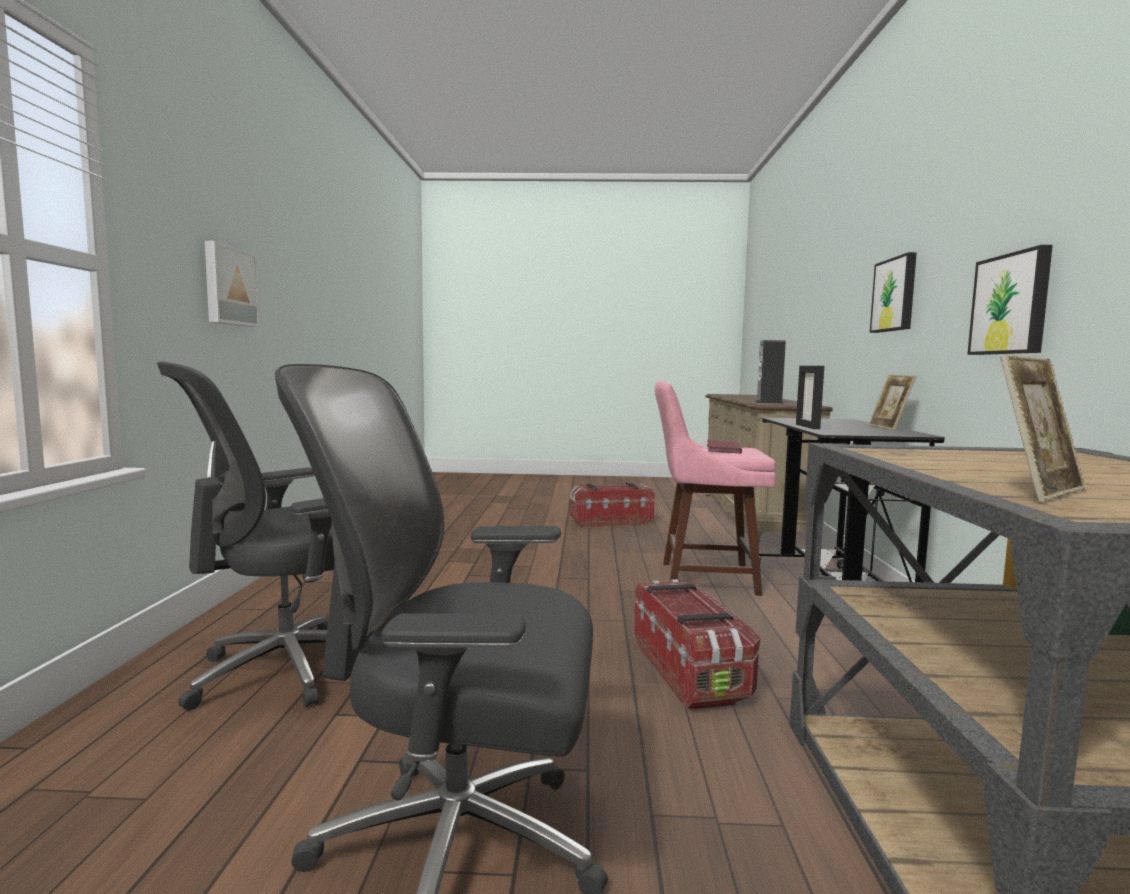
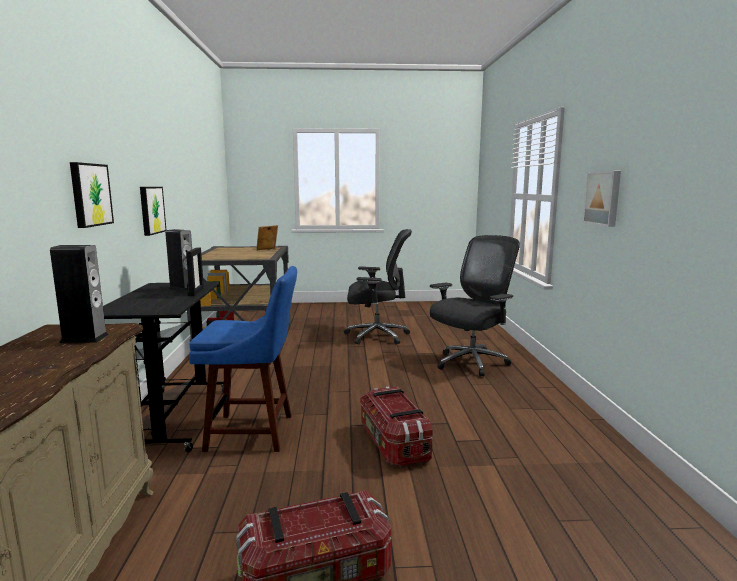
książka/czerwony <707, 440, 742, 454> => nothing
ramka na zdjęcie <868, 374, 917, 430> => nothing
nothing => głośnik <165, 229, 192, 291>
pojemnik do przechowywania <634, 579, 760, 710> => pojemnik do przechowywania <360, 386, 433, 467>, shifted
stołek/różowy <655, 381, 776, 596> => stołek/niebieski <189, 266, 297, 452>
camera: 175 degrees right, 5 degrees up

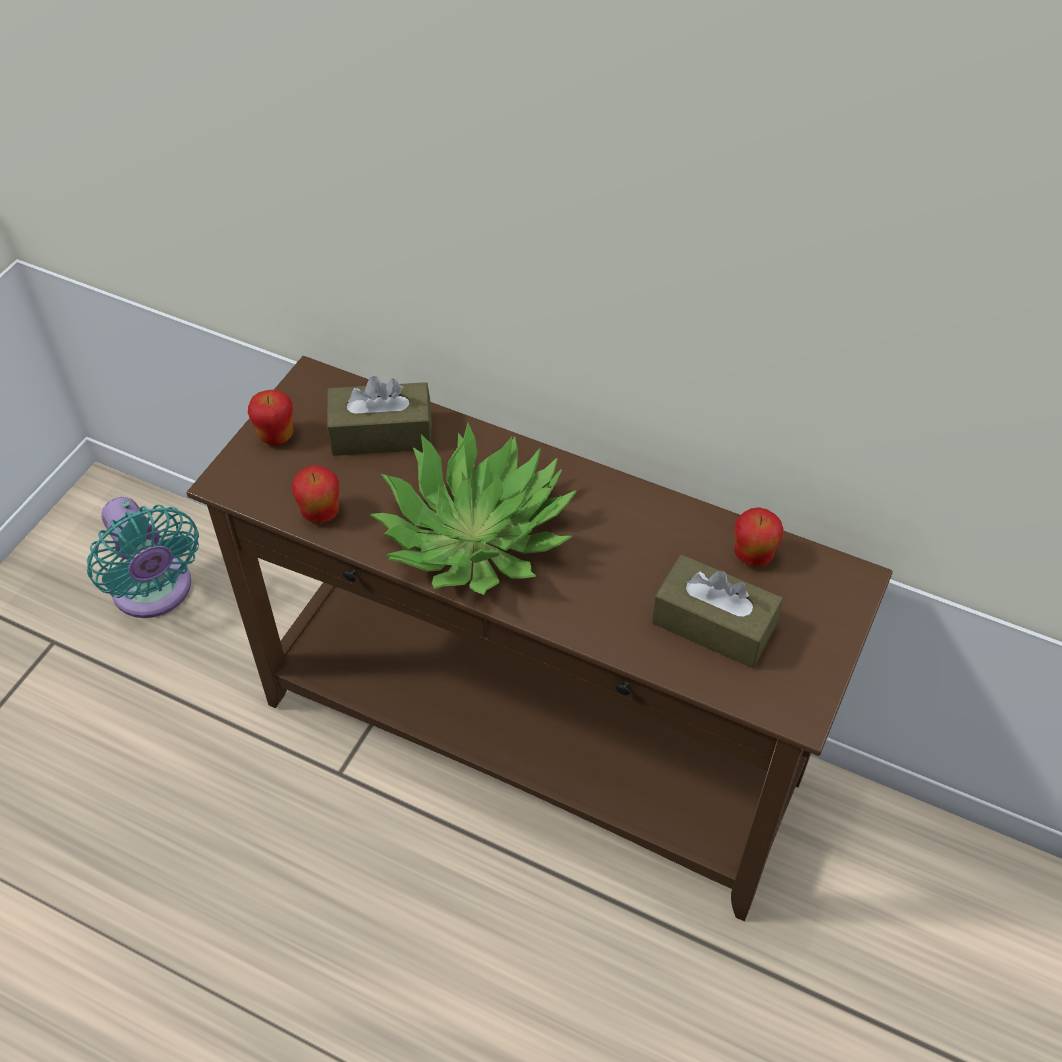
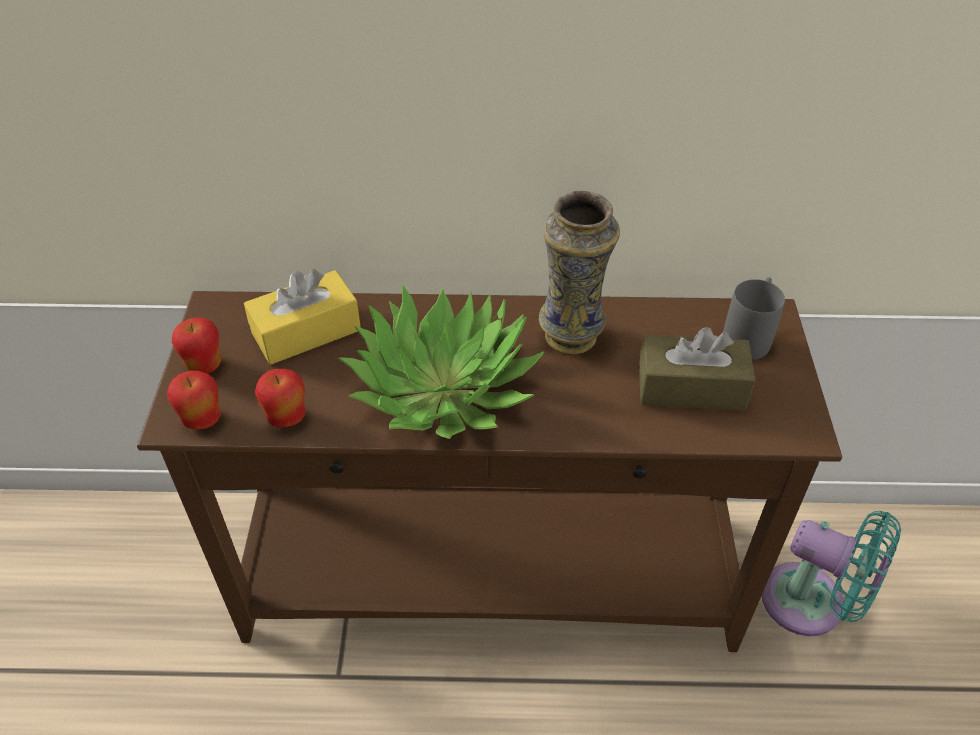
nothing => wazon <539, 191, 620, 354>
nothing => kubek/szary <723, 277, 785, 360>
wentylator/turkusowy <87, 497, 199, 618> => wentylator/turkusowy <762, 511, 901, 636>, shifted
jabłko <734, 507, 783, 567> => jabłko <167, 370, 221, 430>, shifted
pudełko chusteczek/brązowy <327, 376, 432, 456> => pudełko chusteczek/żółty <244, 269, 361, 365>
camera: 25 degrees left, 5 degrees down

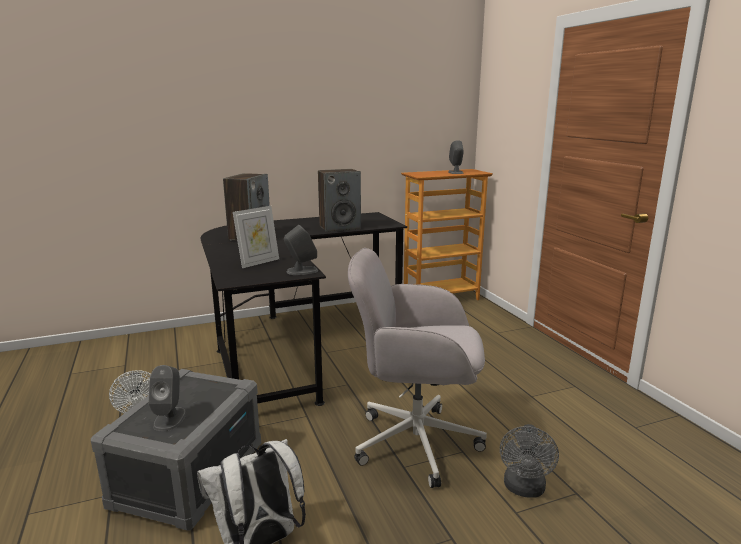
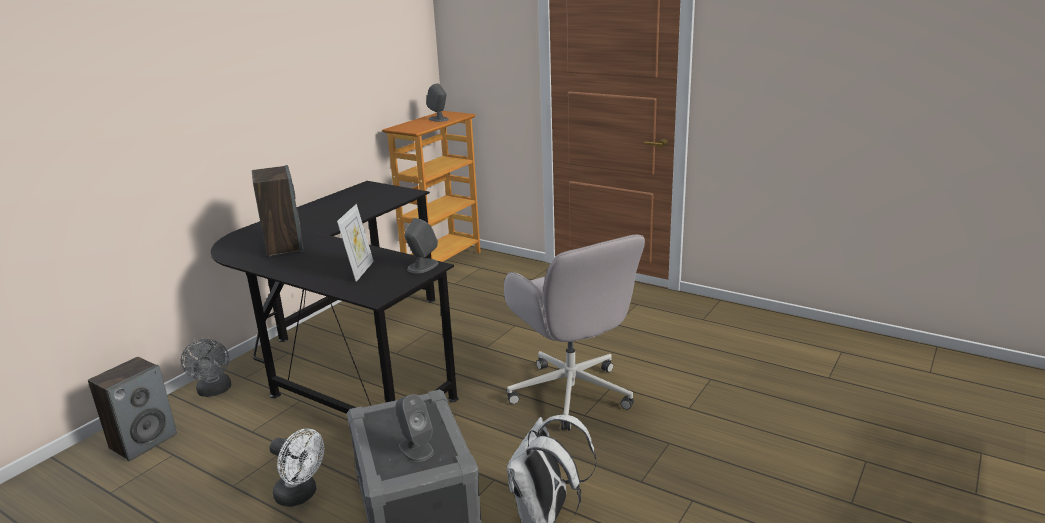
głośnik <318, 169, 361, 232> => głośnik <88, 357, 177, 461>, shifted
wentylator/szary <500, 424, 559, 498> => wentylator/szary <181, 339, 231, 397>, shifted
krzesło biurowe/szary <348, 248, 487, 488> => krzesło biurowe/szary <504, 235, 645, 431>, 90 degrees counterclockwise
camera: 35 degrees left, 5 degrees up

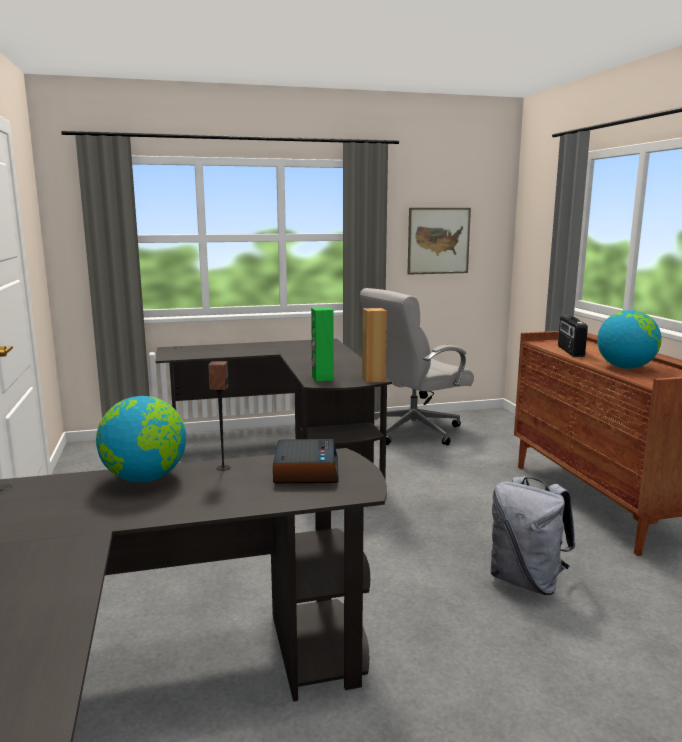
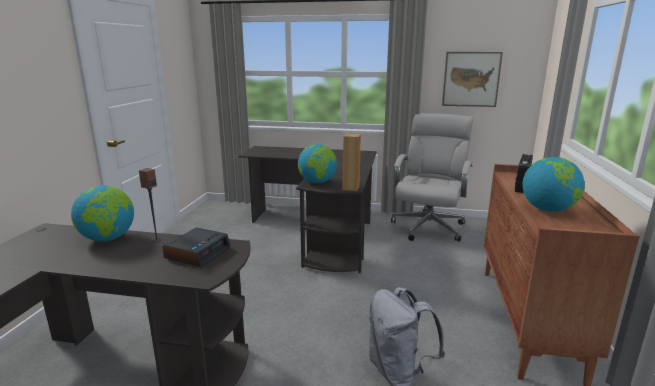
głośnik/zielony <311, 307, 334, 382> => globus <298, 144, 337, 183>
krzesło biurowe/szary <360, 288, 474, 446> => krzesło biurowe/szary <391, 113, 473, 242>, 120 degrees clockwise
camera: 25 degrees right, 5 degrees up

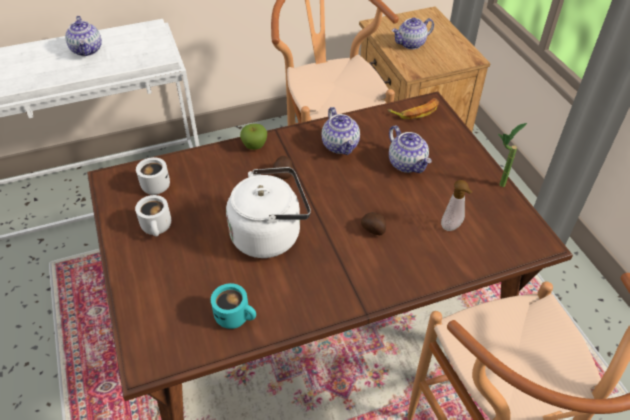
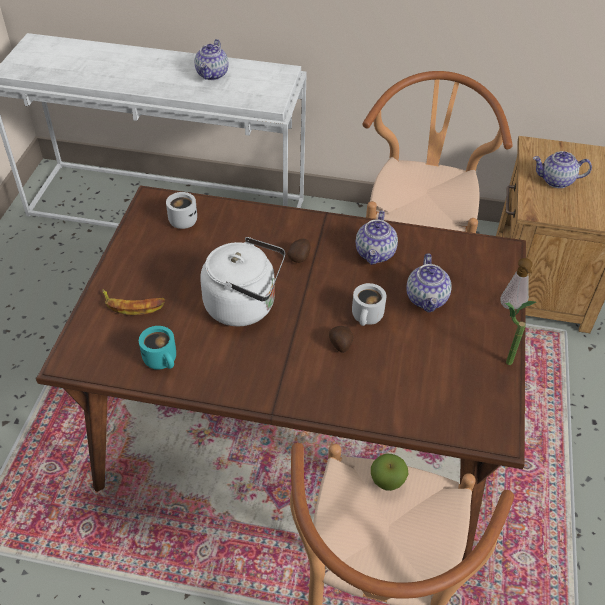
kubek/biały <135, 195, 171, 237> => kubek/biały <352, 283, 387, 326>, shifted
jabłko <240, 124, 267, 150> => jabłko <371, 454, 409, 491>, shifted
banan <388, 98, 440, 120> => banan <102, 289, 165, 315>, shifted
dozownik mydła <441, 180, 473, 231> => dozownik mydła <500, 258, 533, 309>, shifted
camera: 30 degrees right, 0 degrees up

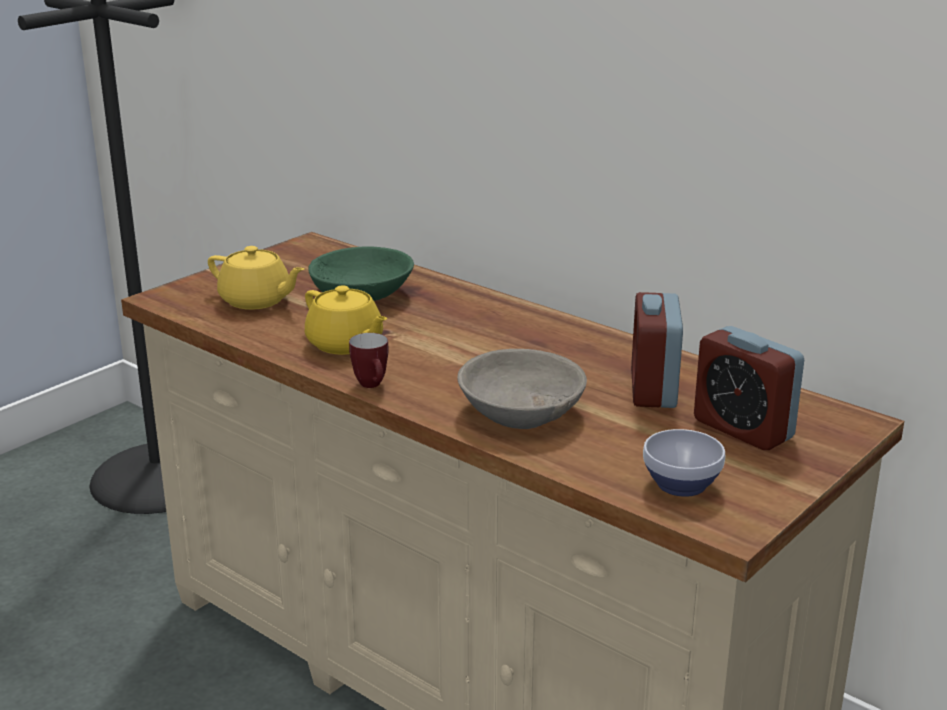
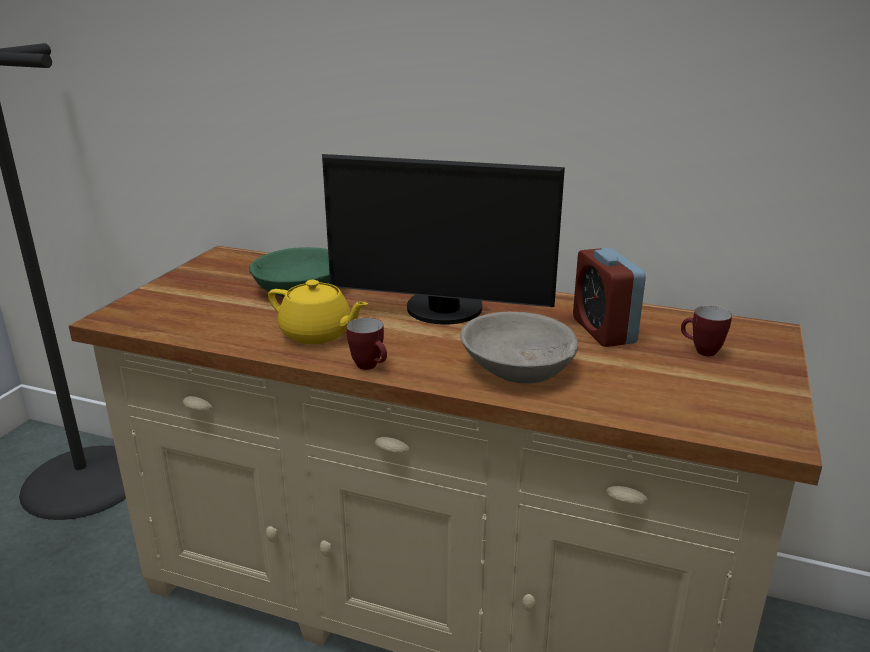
imbryk/żółty <208, 246, 304, 310> => nothing
miska <643, 429, 725, 497> => nothing
nothing => monitor <322, 154, 565, 325>
budzik <694, 326, 804, 450> => kubek <681, 306, 732, 356>
camera: 20 degrees left, 0 degrees up

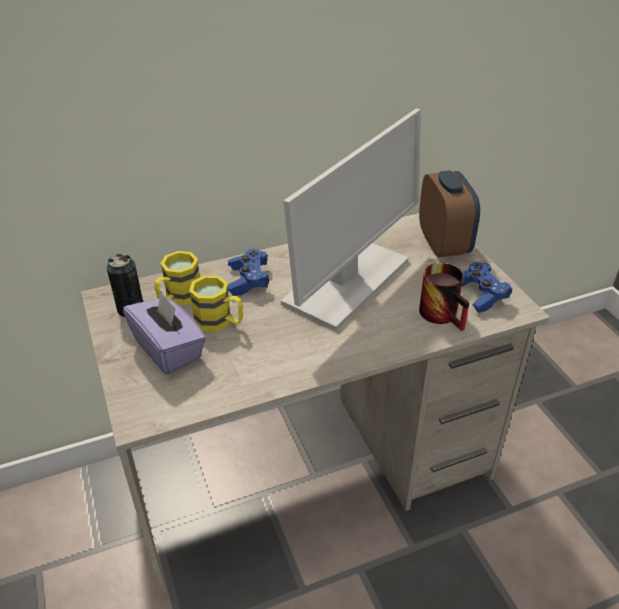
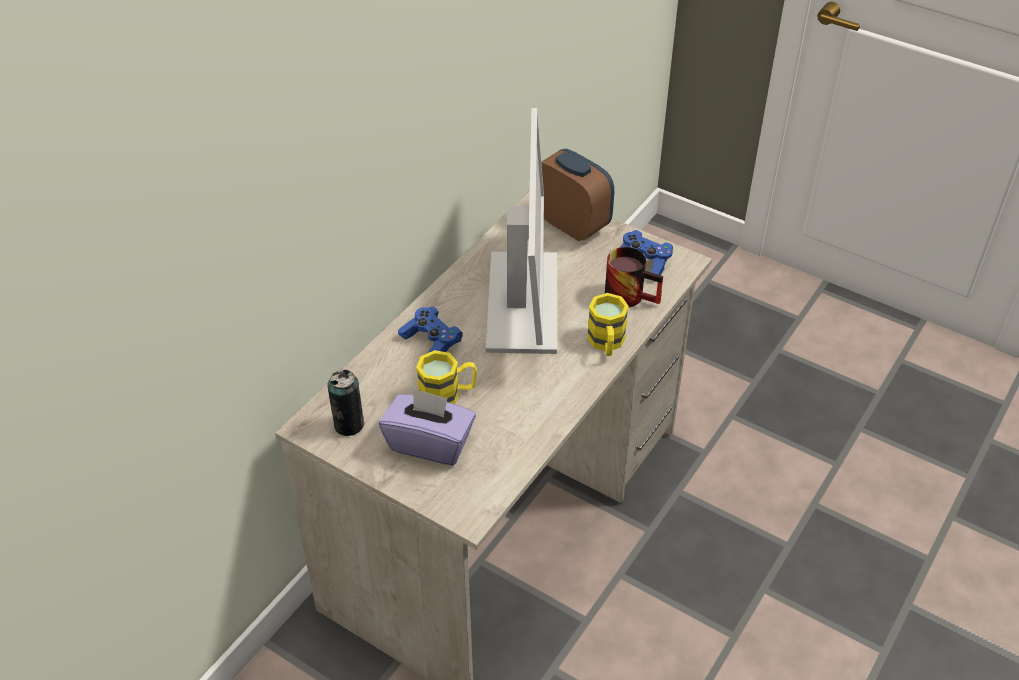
kubek/żółty <154, 251, 200, 305> => kubek/żółty <587, 293, 629, 356>, shifted
camera: 35 degrees left, 5 degrees up

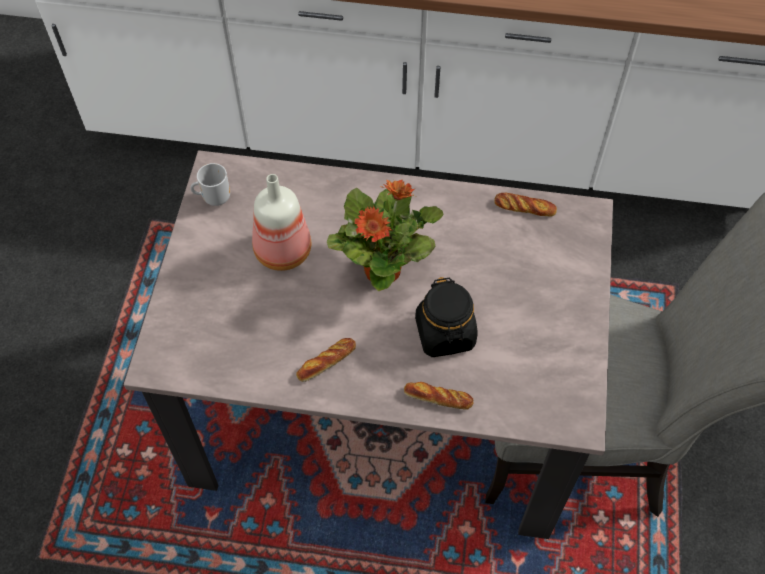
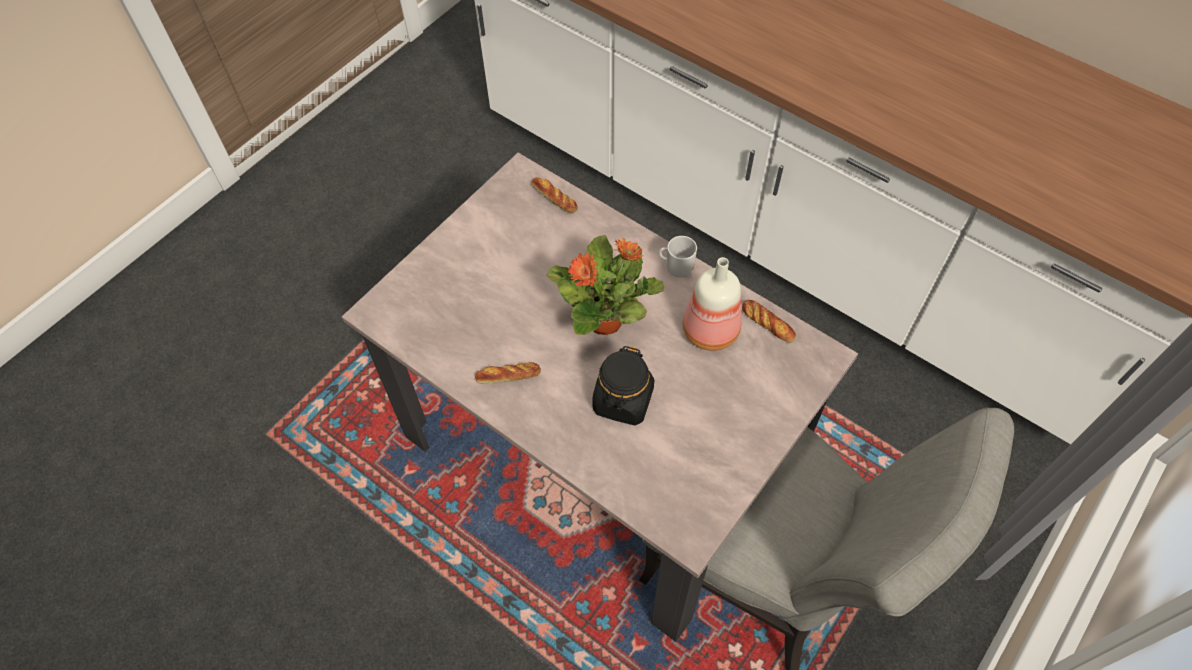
kubek <190, 163, 230, 206> => kubek <659, 236, 697, 278>, shifted
butelka <252, 174, 311, 271> => butelka <683, 257, 742, 351>, shifted
chleb <404, 382, 474, 410> => chleb <531, 177, 578, 213>, shifted
camera: 30 degrees right, 0 degrees up

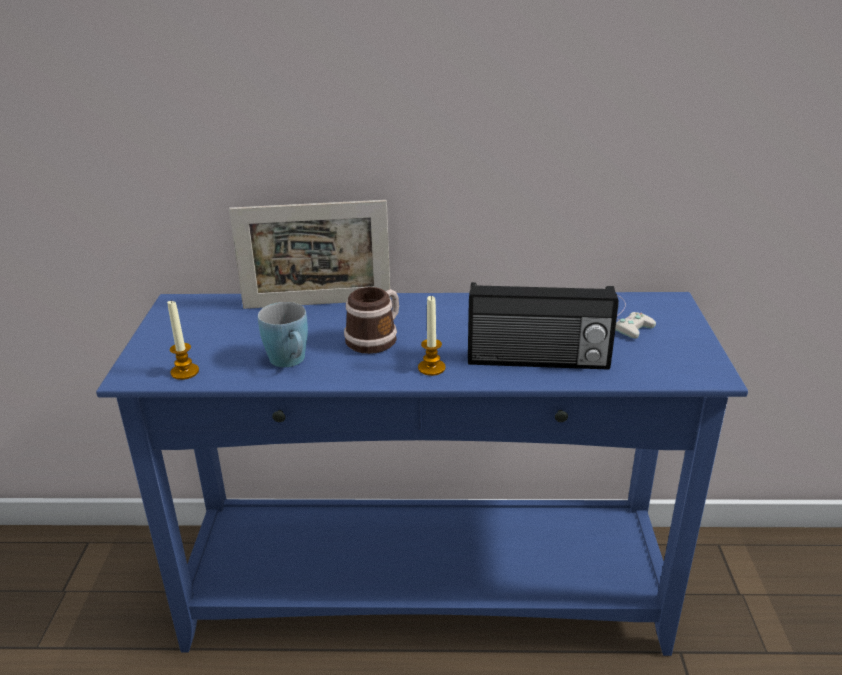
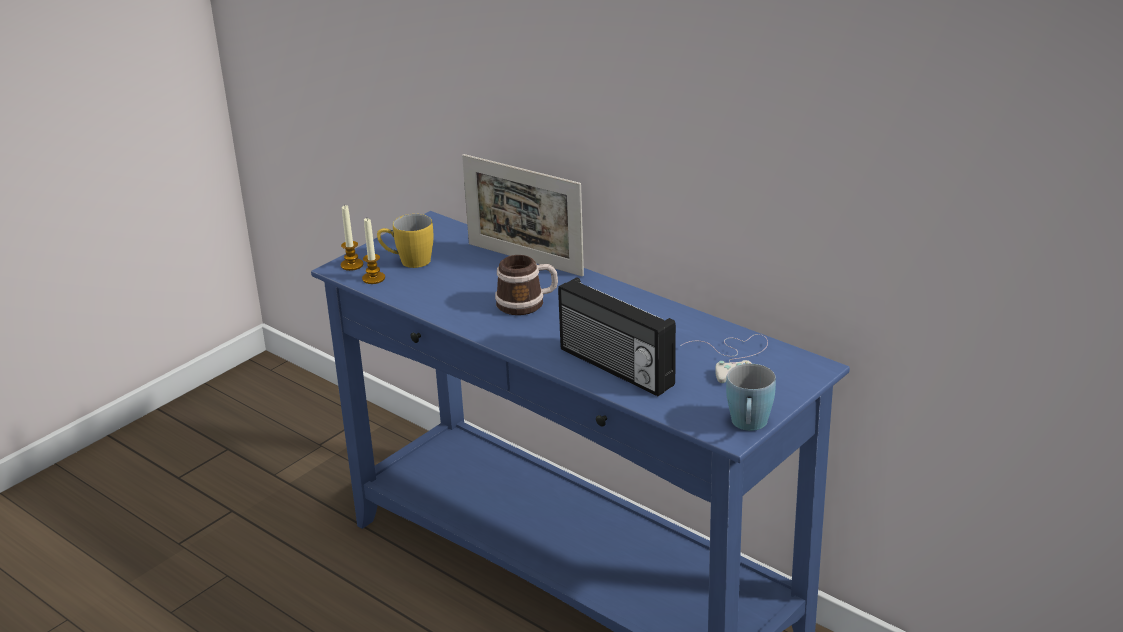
nothing => kubek/żółty <377, 214, 434, 268>
kubek/niebieski <258, 302, 308, 367> => kubek/niebieski <726, 363, 776, 431>, shifted
świeca <418, 295, 446, 376> => świeca <341, 205, 363, 271>, shifted
camera: 40 degrees right, 0 degrees up

